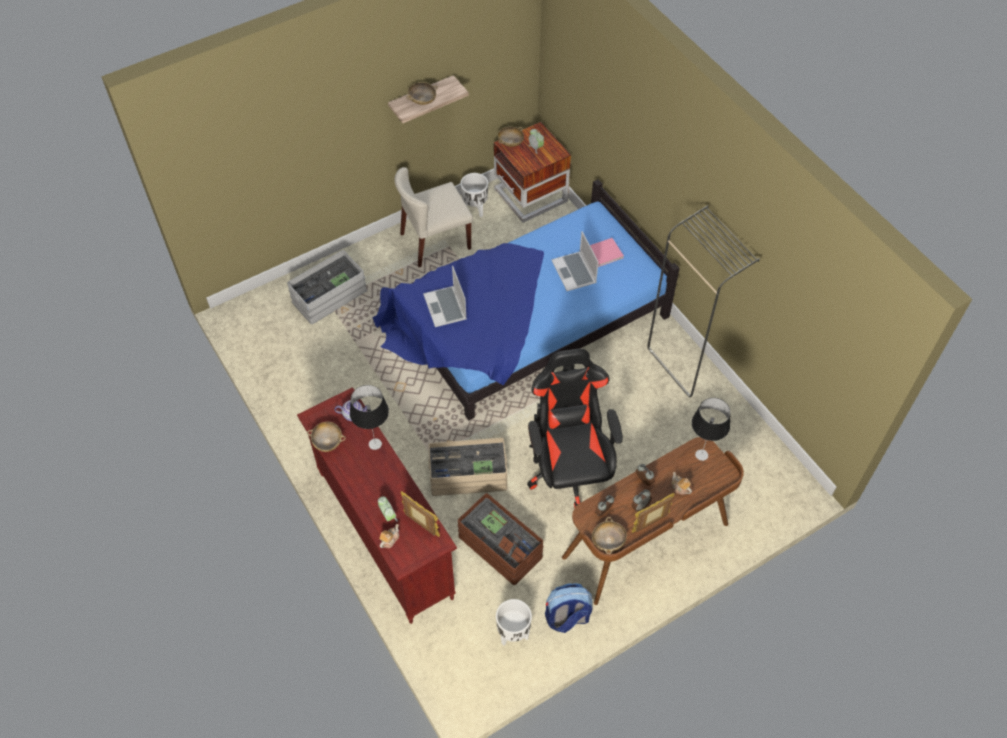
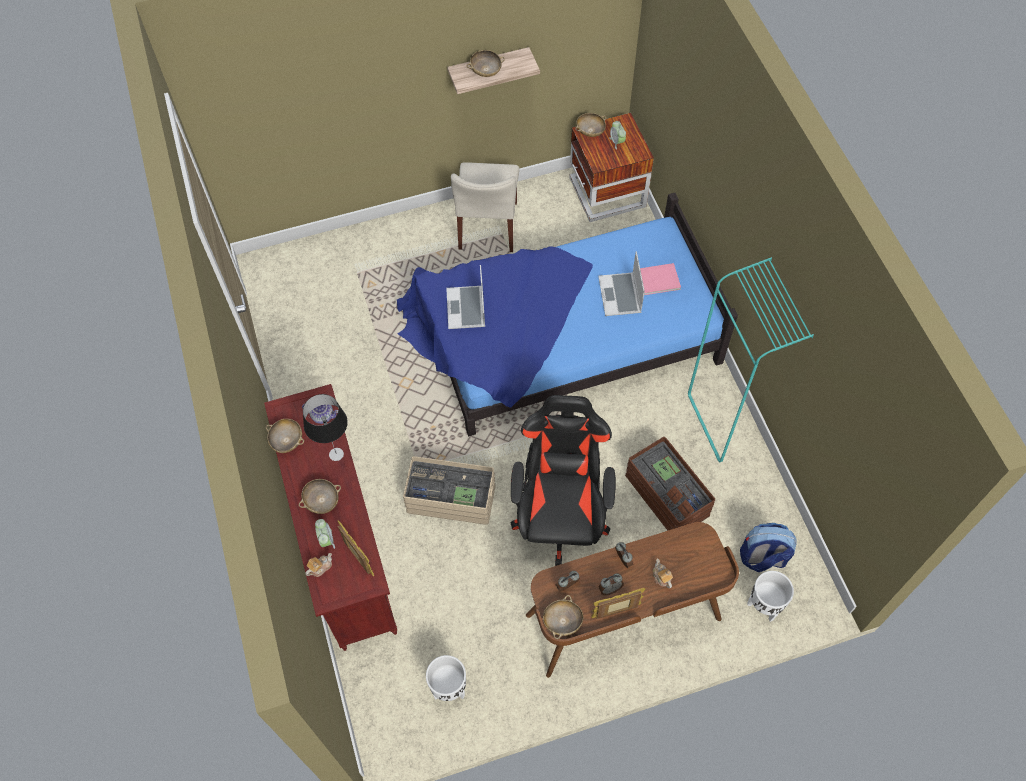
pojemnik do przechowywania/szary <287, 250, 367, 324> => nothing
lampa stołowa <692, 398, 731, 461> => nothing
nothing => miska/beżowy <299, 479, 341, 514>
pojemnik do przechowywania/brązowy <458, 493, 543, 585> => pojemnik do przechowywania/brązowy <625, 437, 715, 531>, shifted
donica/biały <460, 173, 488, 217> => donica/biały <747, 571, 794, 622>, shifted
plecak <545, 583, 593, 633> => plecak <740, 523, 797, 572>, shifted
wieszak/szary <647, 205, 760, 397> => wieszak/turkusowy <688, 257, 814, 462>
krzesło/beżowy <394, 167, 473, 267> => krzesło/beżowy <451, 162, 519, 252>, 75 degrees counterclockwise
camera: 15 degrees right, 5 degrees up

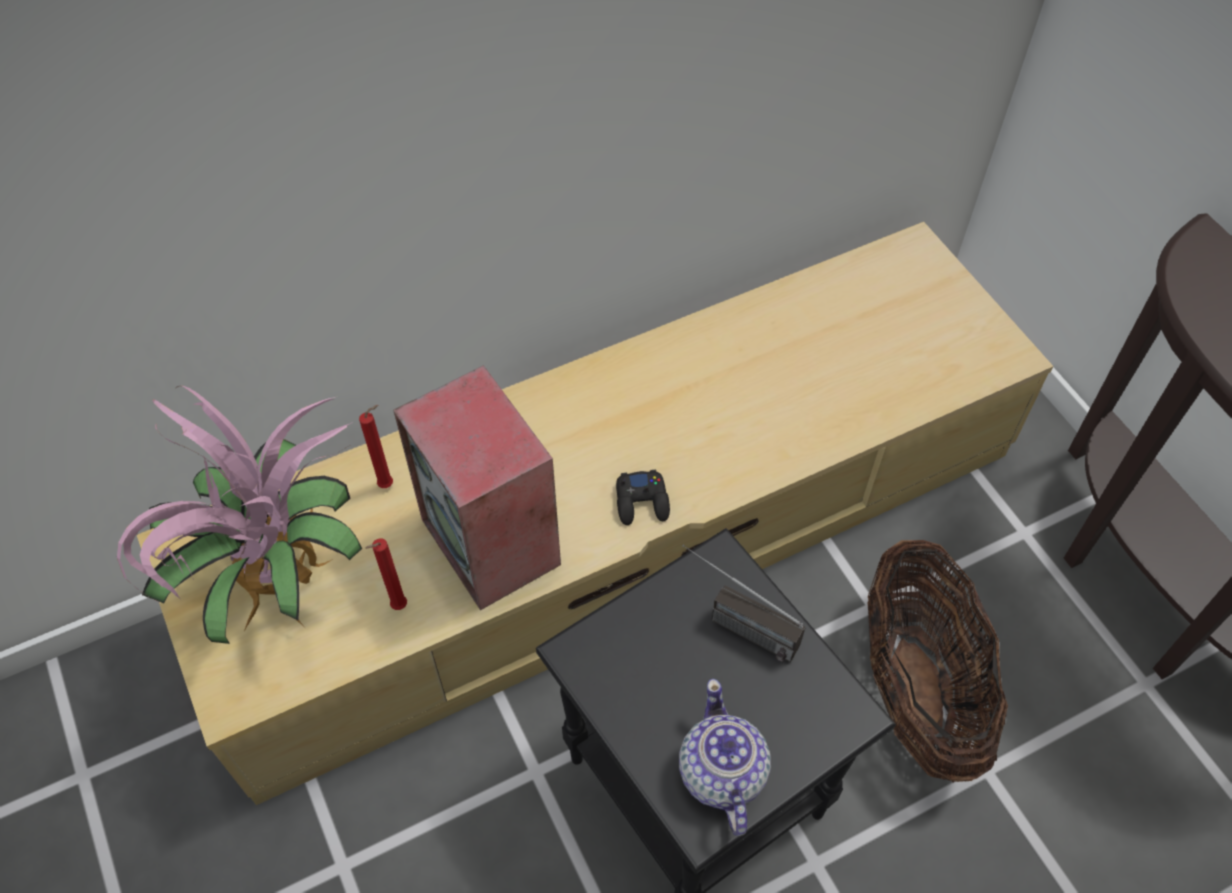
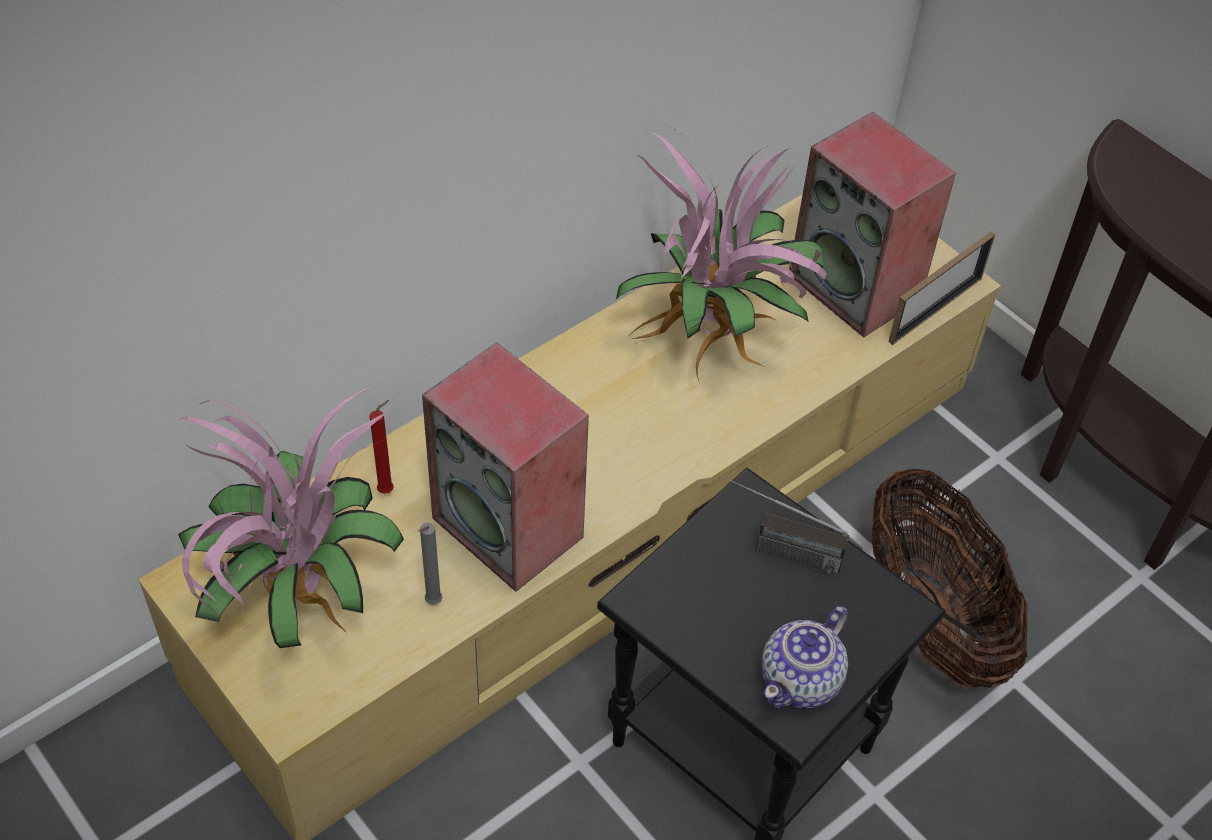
pad do gier/czarny <616, 470, 670, 525> => nothing
nothing => roślina doniczkowa <616, 126, 827, 384>
nothing => głośnik <789, 112, 956, 338>
nothing => ramka na zdjęcie <888, 232, 995, 345>
świeca/czerwony <366, 538, 407, 610> => świeca/szary <418, 523, 442, 605>
imbryk <679, 679, 771, 836> => imbryk <761, 606, 848, 709>, 120 degrees counterclockwise
camera: 15 degrees left, 5 degrees down

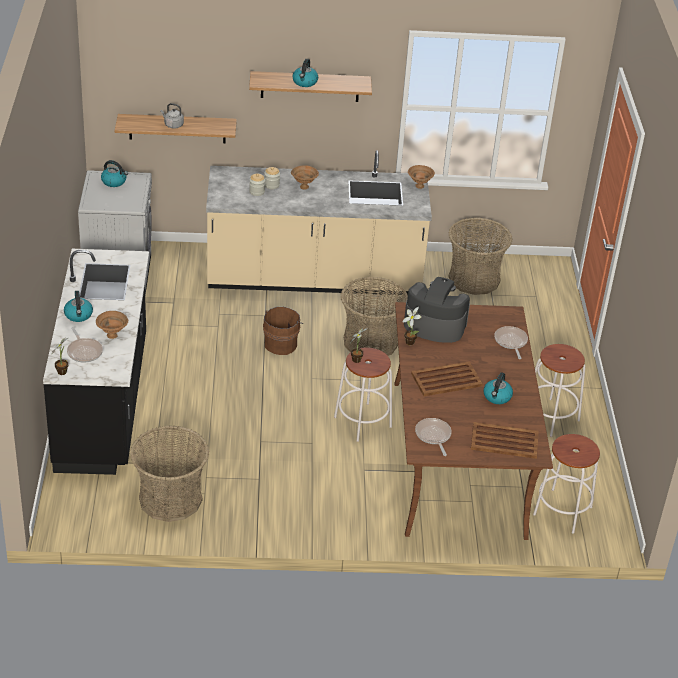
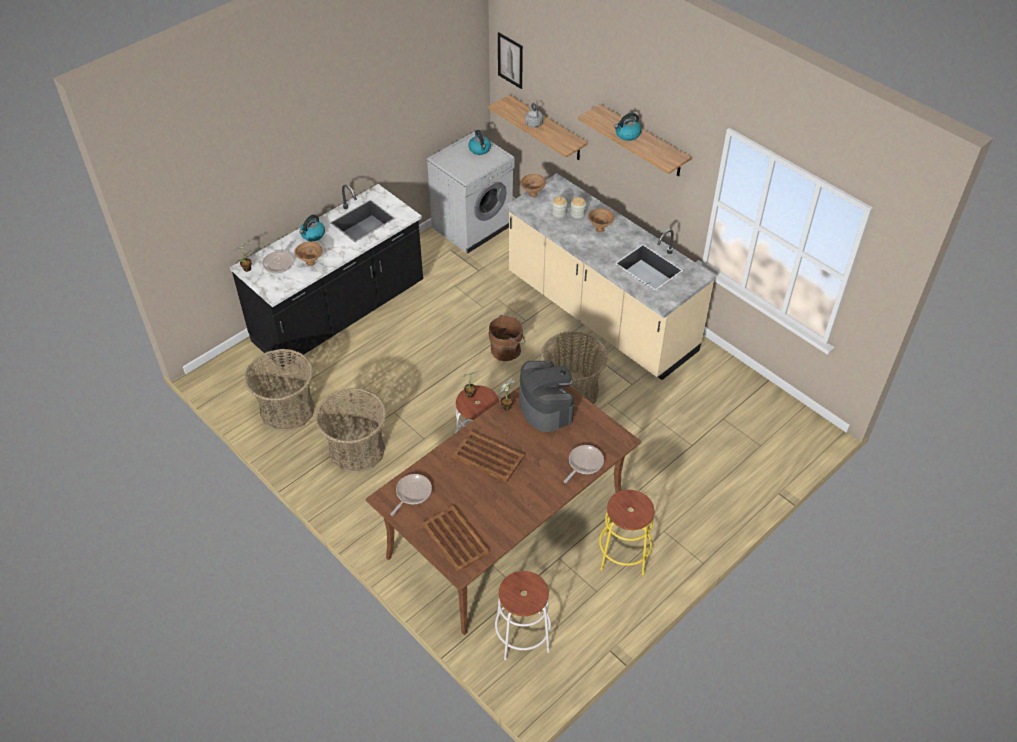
czajnik <483, 372, 513, 404> => nothing
nothing => obraz <498, 32, 523, 89>
miska/brązowy <408, 165, 435, 189> => miska/brązowy <520, 174, 546, 197>, shifted
koszyk <448, 217, 513, 295> => koszyk <315, 388, 386, 473>, shifted
stołek/biały <535, 344, 585, 437> => stołek/żółty <599, 490, 654, 576>
camera: 50 degrees right, 10 degrees up

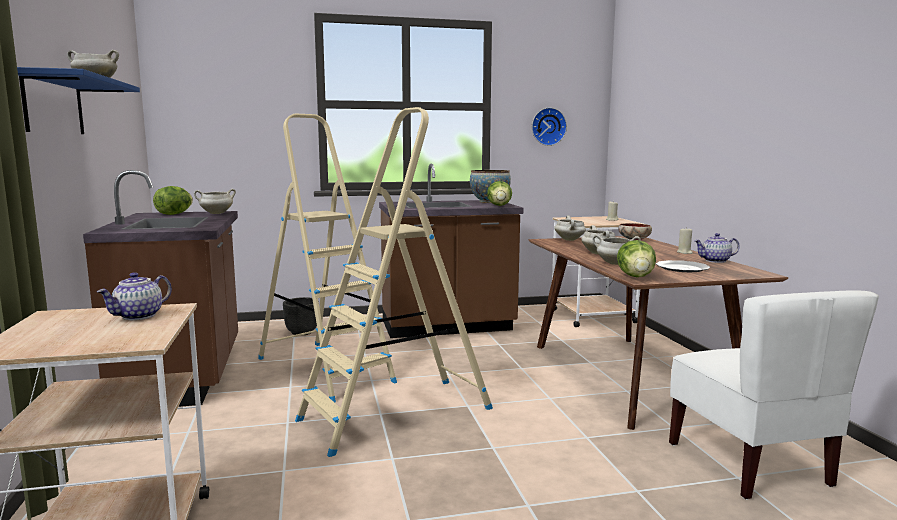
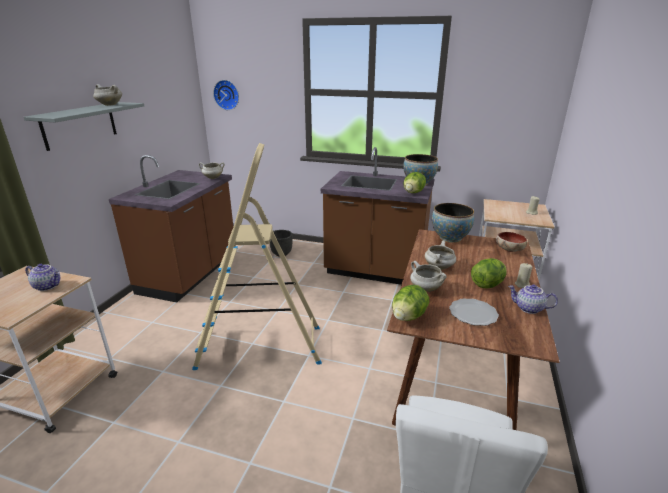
drabinka/beżowy <258, 114, 397, 403> => nothing
sałata <153, 186, 193, 215> => sałata <471, 258, 507, 288>, shifted
zegar ścienny <532, 107, 567, 146> => zegar ścienny <213, 80, 239, 110>, shifted
garnek/biały <555, 215, 586, 241> => miska <432, 203, 474, 243>
półka/niebieski <17, 67, 140, 134> => półka/szary <24, 102, 144, 151>
imbryk <97, 272, 172, 320> => imbryk <25, 264, 60, 291>, 135 degrees counterclockwise
camera: 30 degrees right, 15 degrees up

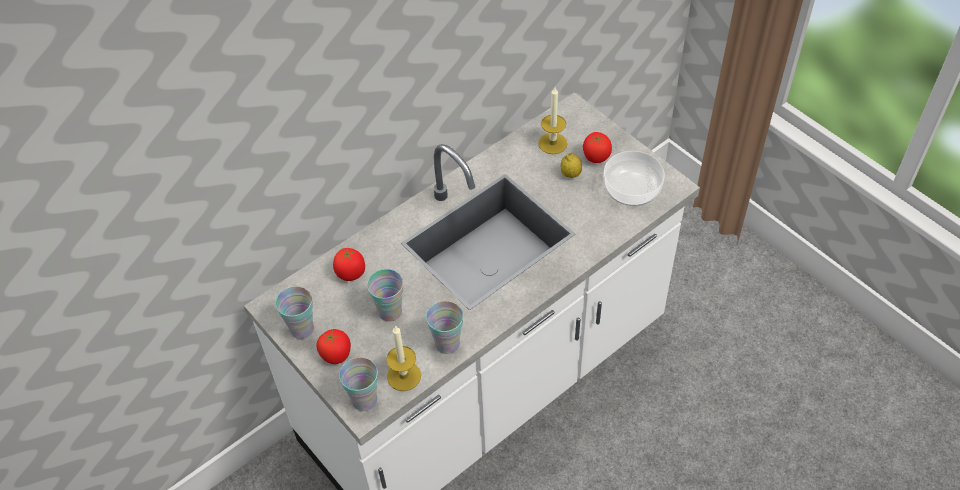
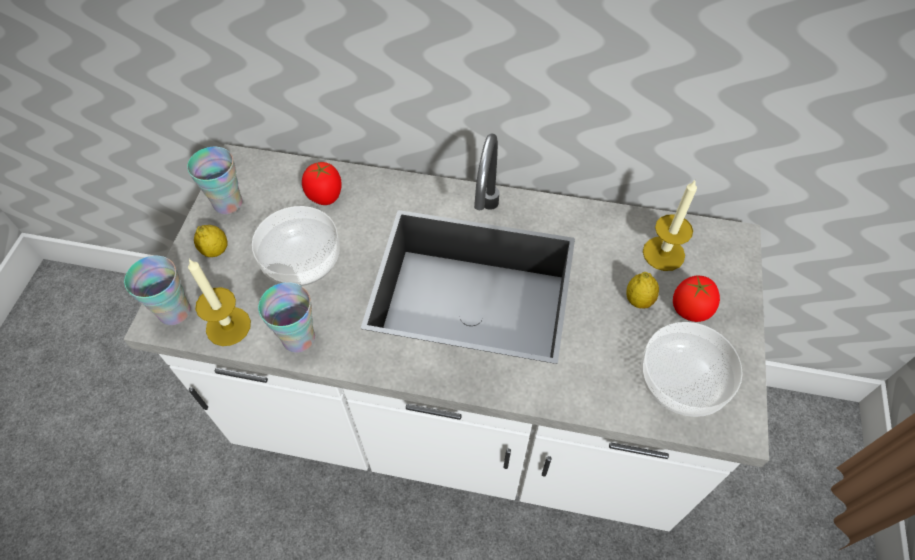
pomidor <316, 329, 351, 364> => cytryna <194, 225, 227, 257>
filiżanka <367, 269, 403, 322> => miska <252, 206, 340, 286>
camera: 50 degrees right, 5 degrees up

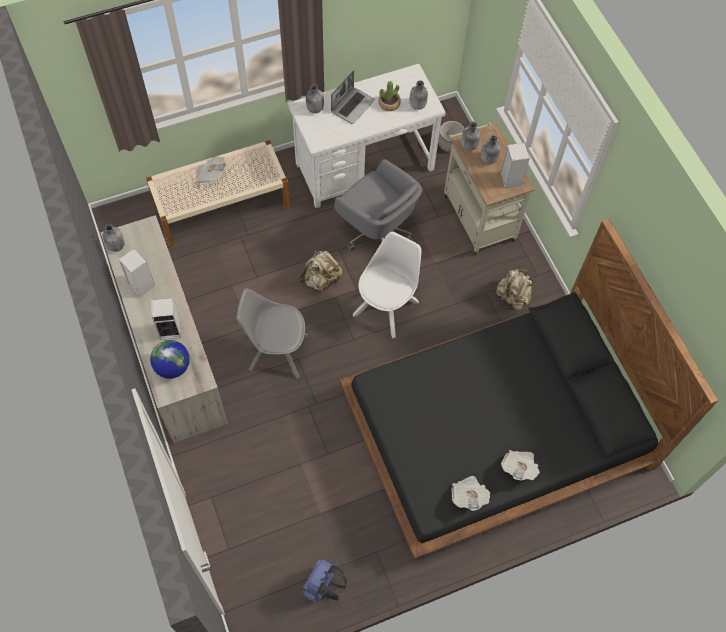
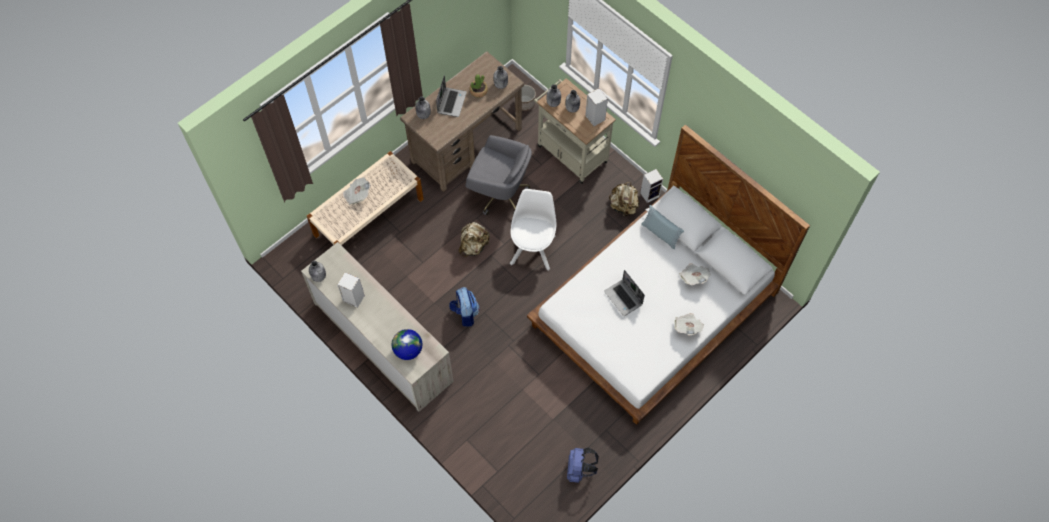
nothing => laptop <604, 270, 645, 316>
nothing => poduszka/niebieski <641, 205, 684, 249>
głośnik <151, 298, 181, 340> => głośnik <640, 169, 663, 203>, shifted
gazeta <451, 476, 490, 511> => gazeta <679, 263, 711, 285>, shifted
krzesło/szary <237, 288, 309, 379> => plecak <449, 287, 479, 326>
biurko/biały <288, 64, 446, 208> => biurko/brązowy <400, 51, 524, 192>
łóżko/czarny <340, 219, 718, 560> => łóżko/biały <527, 124, 810, 425>
camera: 20 degrees left, 0 degrees up

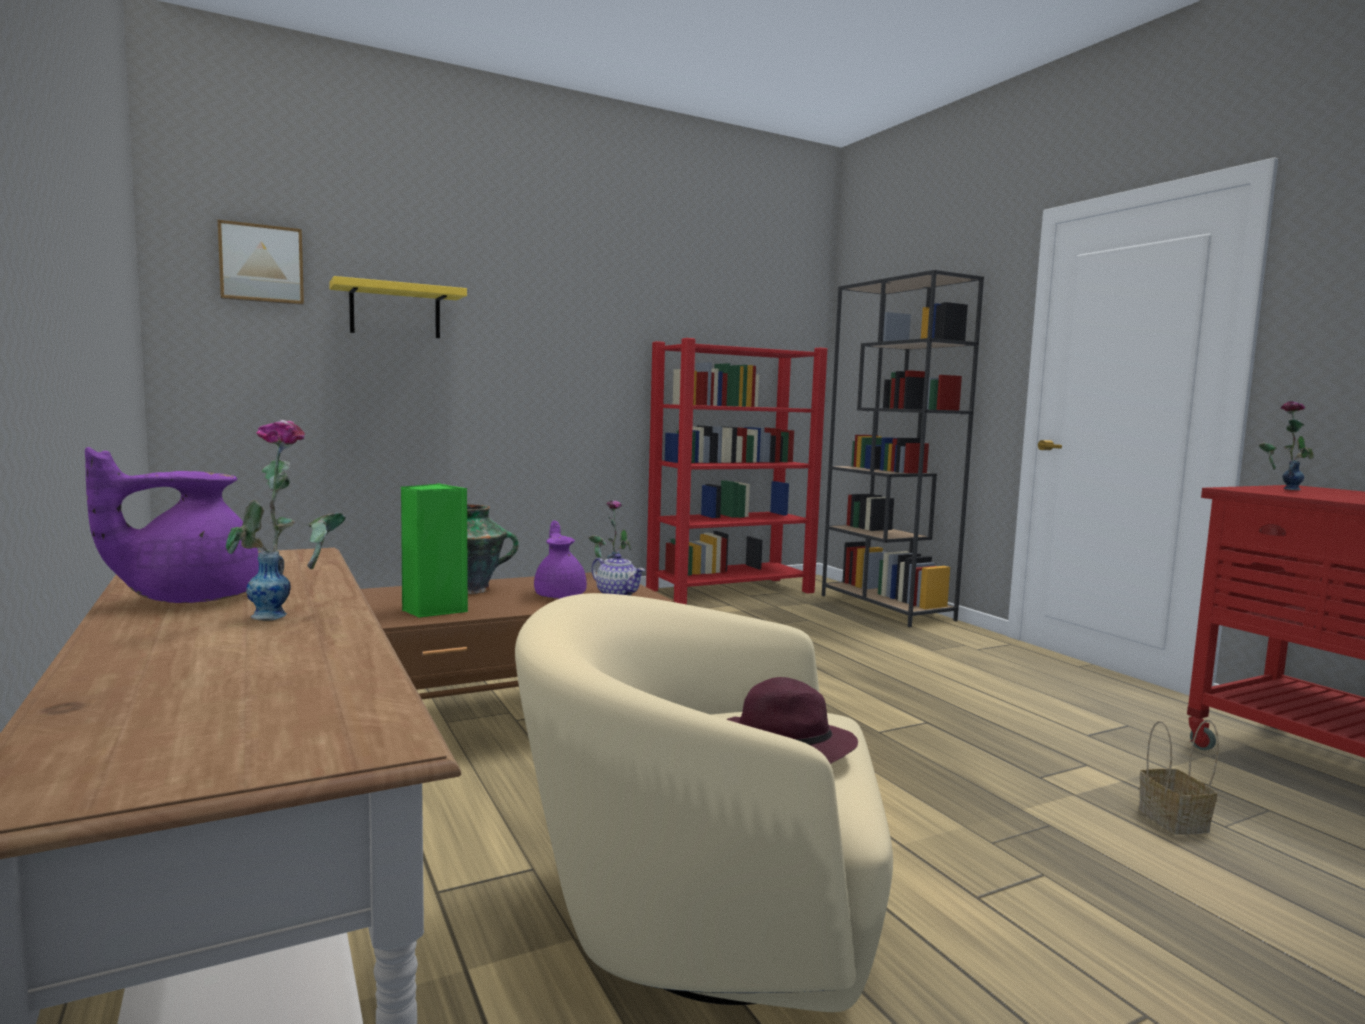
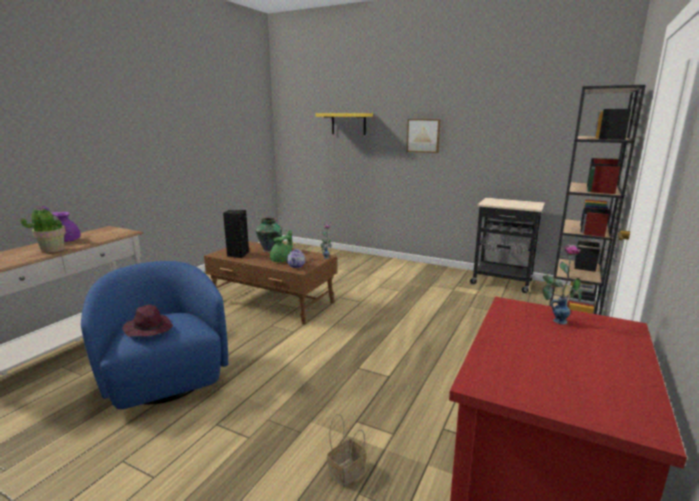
obraz <218, 220, 304, 305> => obraz <407, 119, 441, 153>, shifted
wazon <226, 420, 346, 621> => roślina doniczkowa <21, 206, 66, 253>
regał/czerwony <646, 338, 827, 605> => wózek <470, 198, 545, 293>
głośnik/zielony <401, 483, 468, 618> => głośnik/czarny <223, 210, 249, 258>
fotel/beżowy <515, 593, 893, 1012> => fotel/niebieski <81, 261, 228, 409>
imbryk/fioletowy <534, 520, 587, 599> => imbryk/zielony <270, 230, 293, 262>
camera: 55 degrees right, 10 degrees up

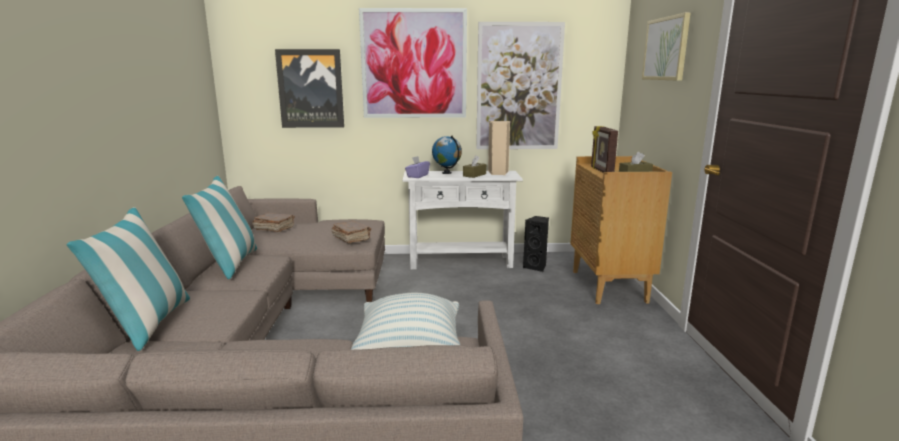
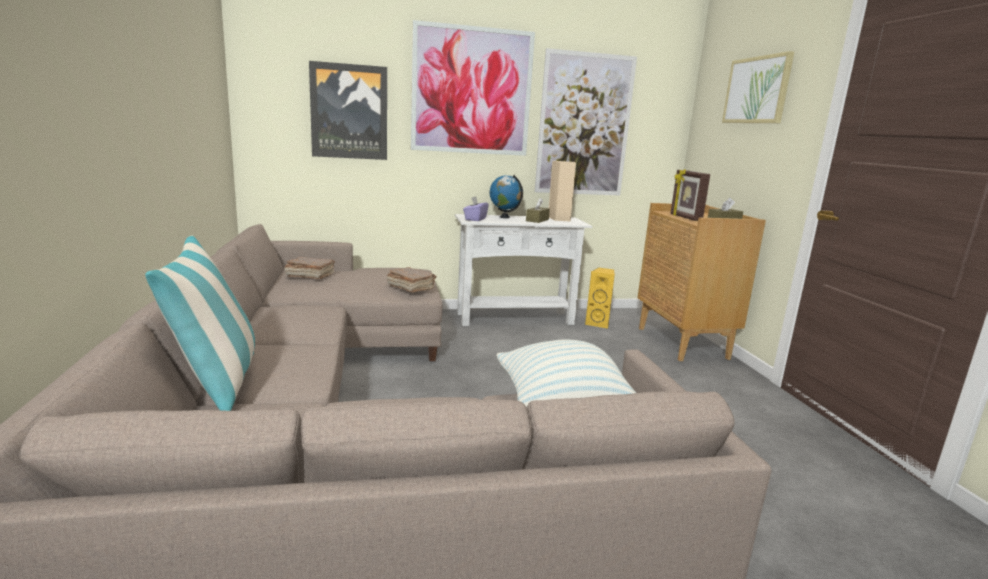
poduszka <182, 176, 257, 279> => nothing
głośnik/czarny <523, 216, 549, 272> => głośnik/żółty <585, 268, 615, 329>
camera: 10 degrees left, 0 degrees up

